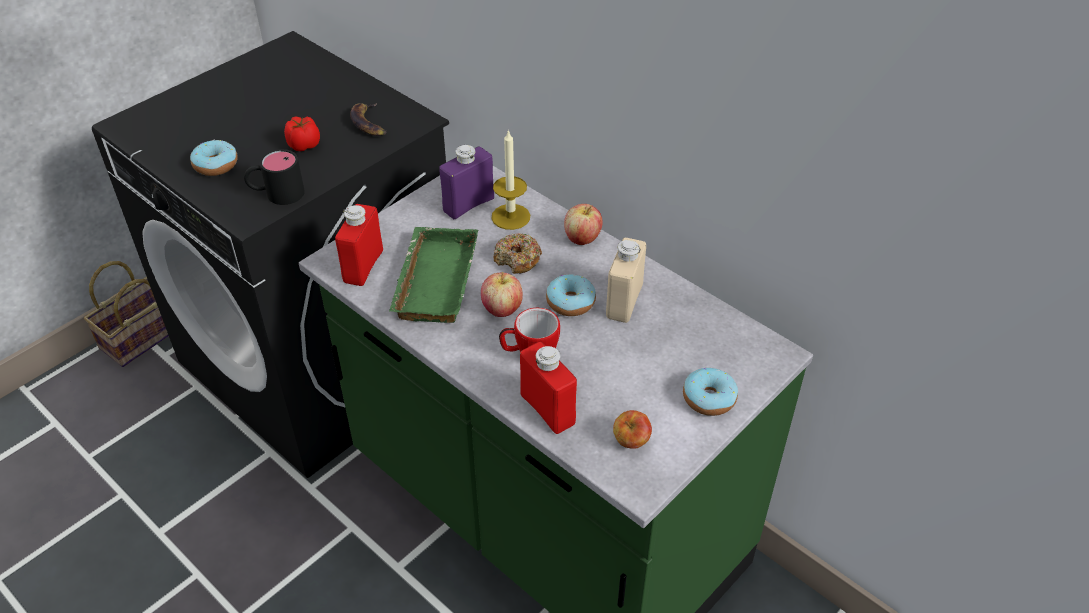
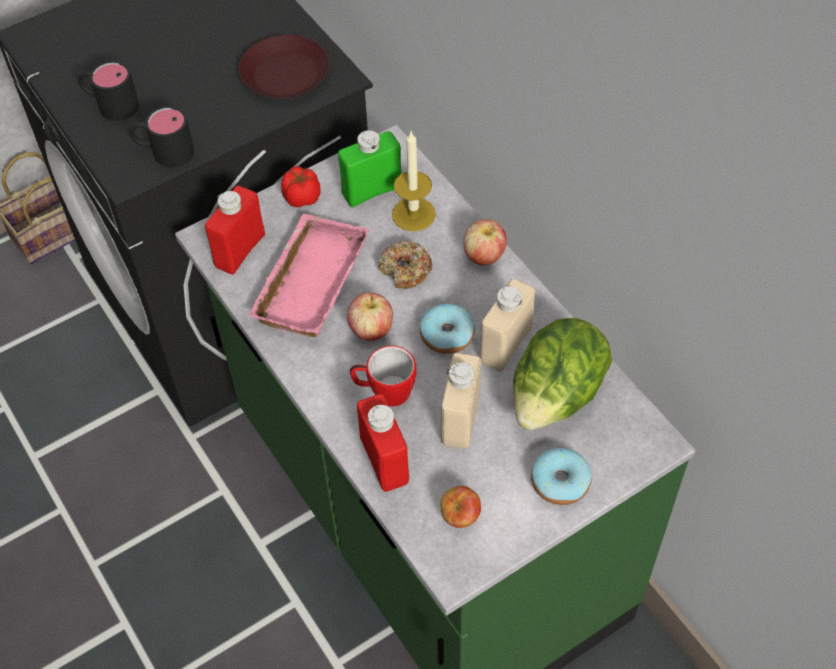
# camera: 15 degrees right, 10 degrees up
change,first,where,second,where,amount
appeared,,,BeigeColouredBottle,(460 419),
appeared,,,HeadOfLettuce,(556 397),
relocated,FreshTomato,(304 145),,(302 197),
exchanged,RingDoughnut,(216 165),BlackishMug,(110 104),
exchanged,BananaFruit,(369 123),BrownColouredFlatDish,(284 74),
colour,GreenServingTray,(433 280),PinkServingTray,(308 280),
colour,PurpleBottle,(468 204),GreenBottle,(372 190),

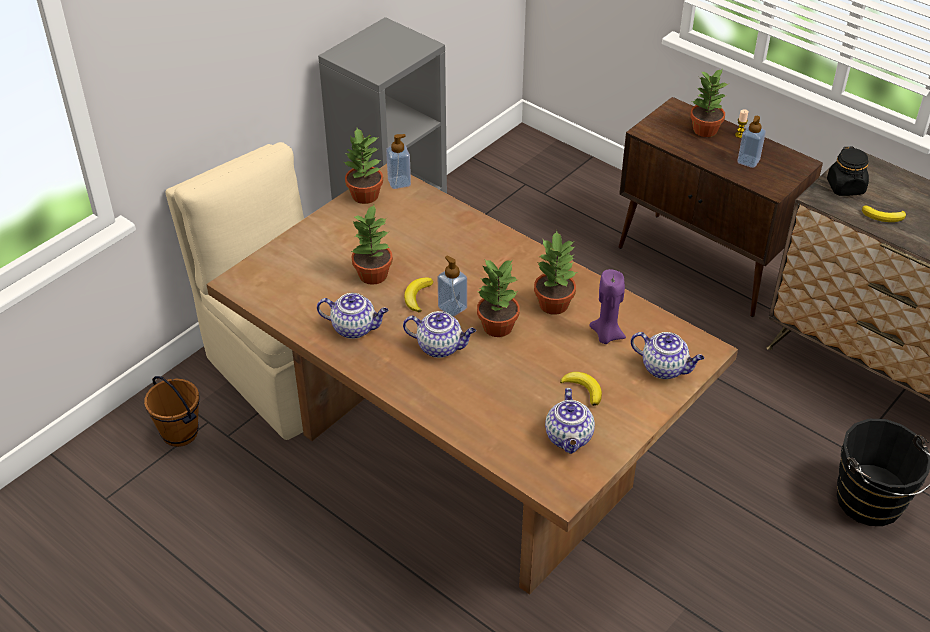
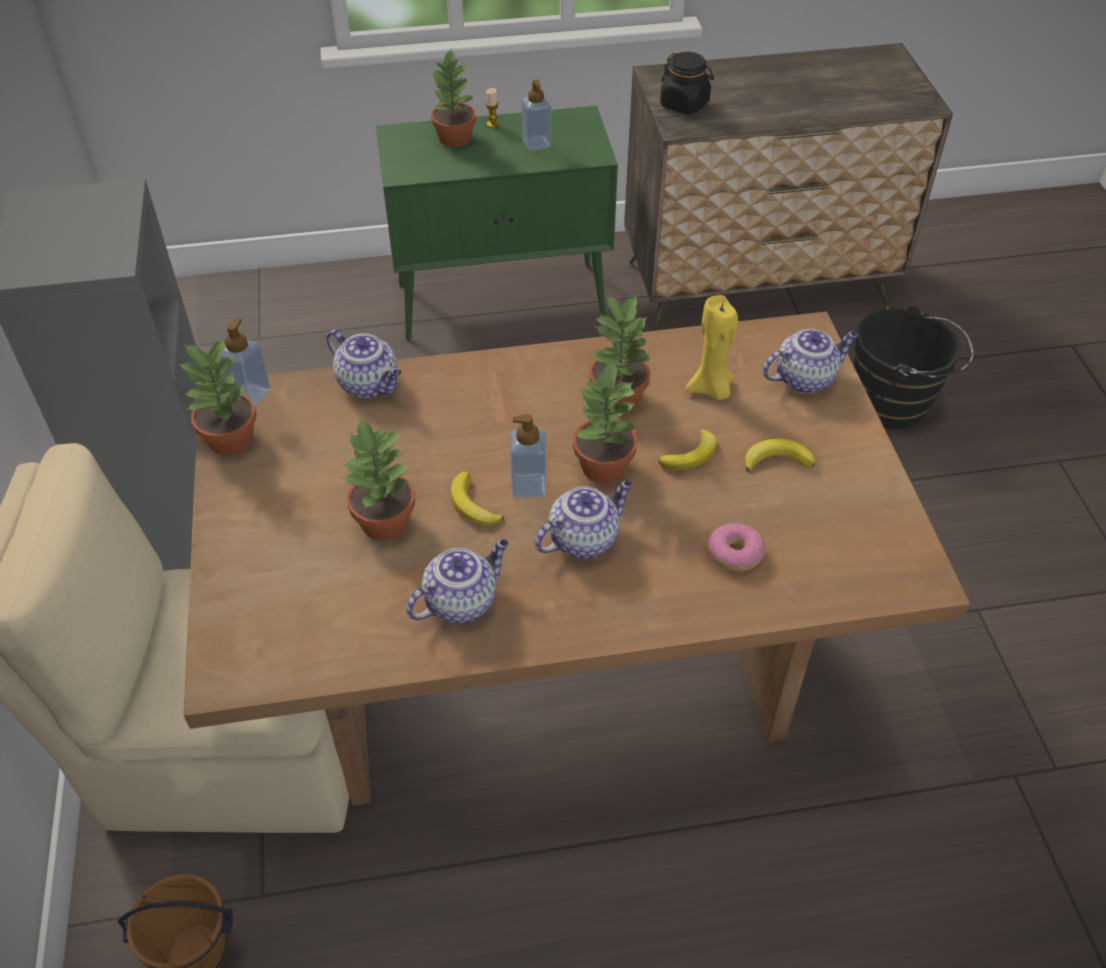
# camera: 50 degrees left, 5 degrees up
change,first,where,second,where,amount
appeared,,,RingDoughnut,(735 553),
relocated,PotForTea,(569 438),,(369 384),
relocated,BananaFruit,(884 217),,(691 455),
colour,PurpleWaxLight,(606 335),YellowColouredWaxLight,(711 389),
colour,BrownColouredCabinet,(704 264),GreenCabinet,(503 301),

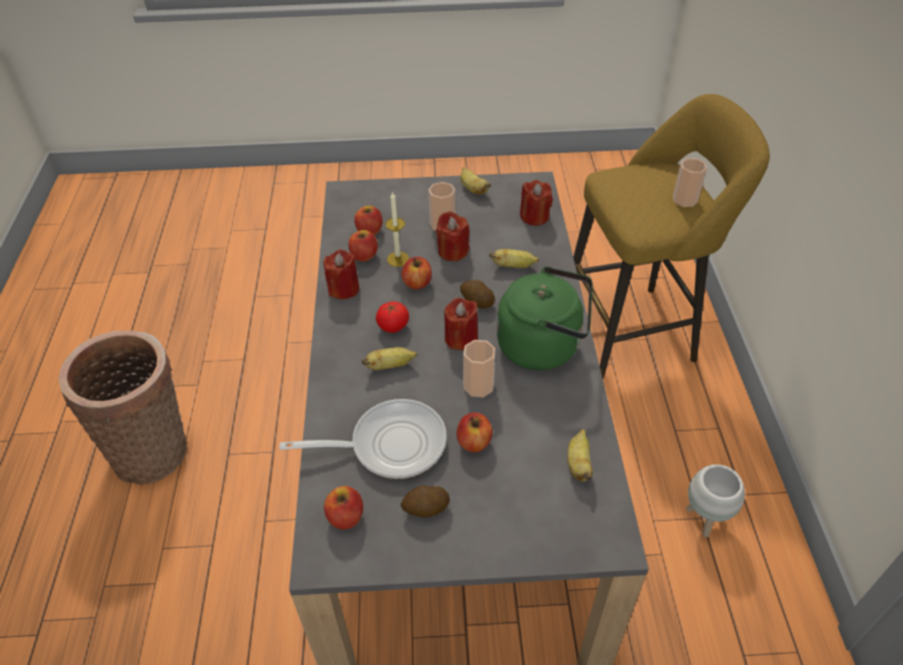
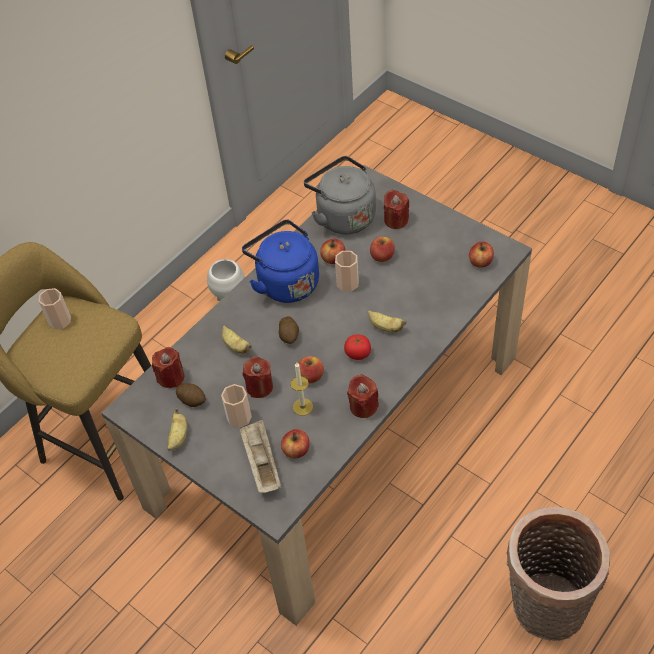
# camera: 135 degrees left, 5 degrees up
change,first,where,second,where,amount
missing,Pan,(390 444),,,
appeared,,,BeigeColouredServingTray,(261 463),
relocated,AppleFruit,(364 255),,(333 258),
relocated,Spud,(426 509),,(192 400),
relocated,RedWaxLight,(461 338),,(396 220),
exchanged,BananaFruit,(578 464),GreyishKettle,(343 216),
colour,GreenKettle,(543 346),BlueColouredKettle,(285 282),

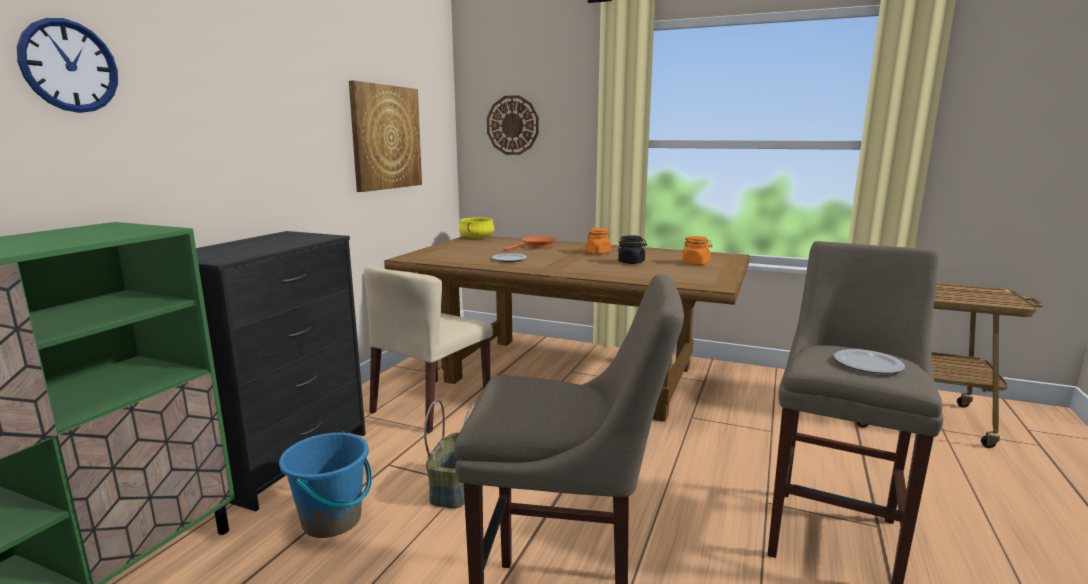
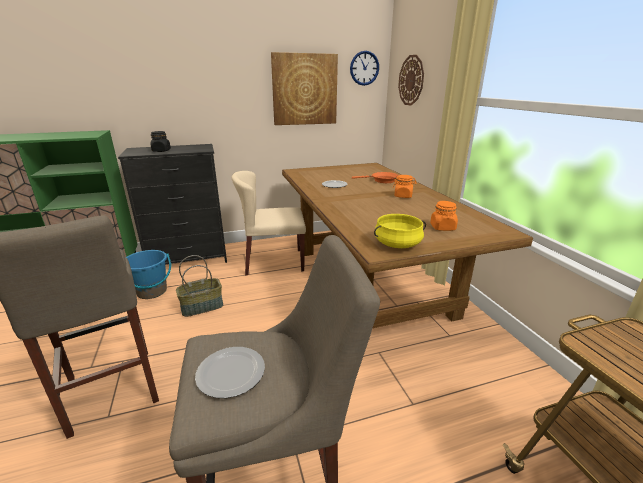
# camera: 50 degrees right, 10 degrees up
change,first,where,second,where,amount
relocated,WallClock,(69 66),,(364 68),
relocated,YellowColouredStockpot,(477 237),,(397 244),
relocated,BlackishStorageJar,(631 262),,(161 151),

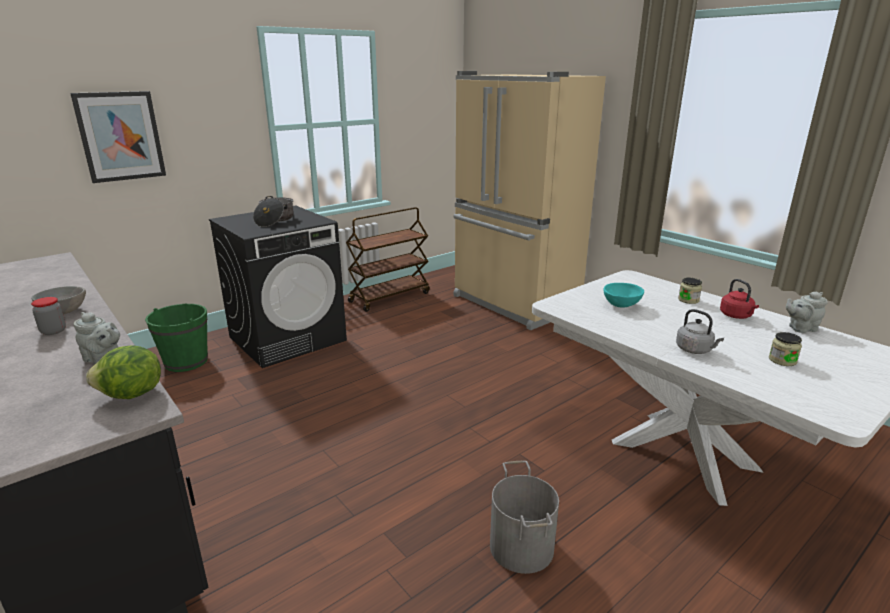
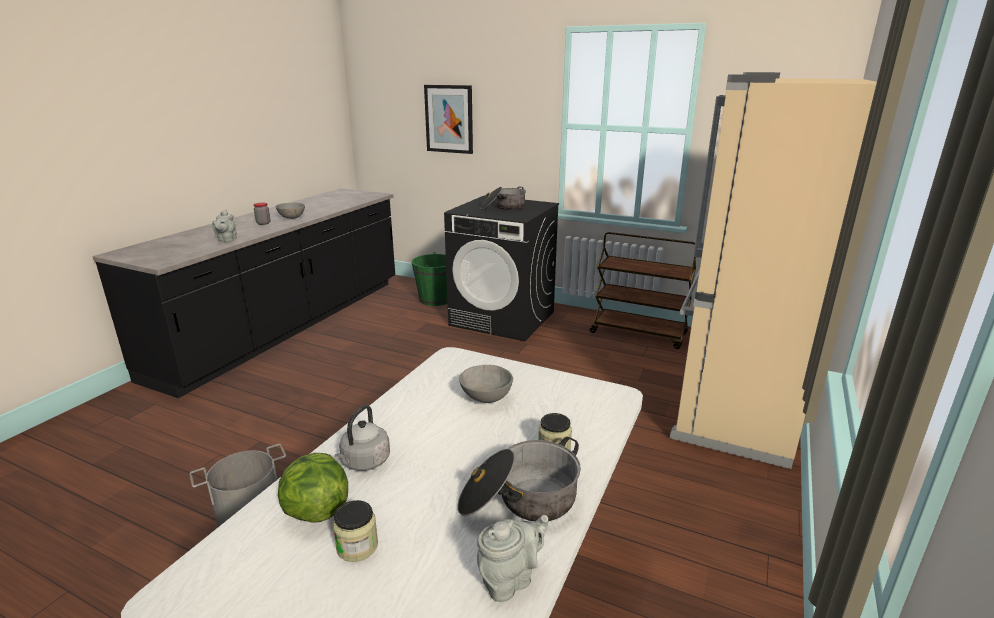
# camera: 65 degrees right, 0 degrees up
change,first,where,second,where,amount
relocated,HeadOfLettuce,(131 395),,(315 510),
exchanged,RedKettle,(737 316),Stockpot,(519 500),
colour,TurquoiseServingBowl,(622 305),GreyishServingBowl,(485 398),
spun,GreyishPotForTea,(800 328),,(510 579),90 degrees clockwise

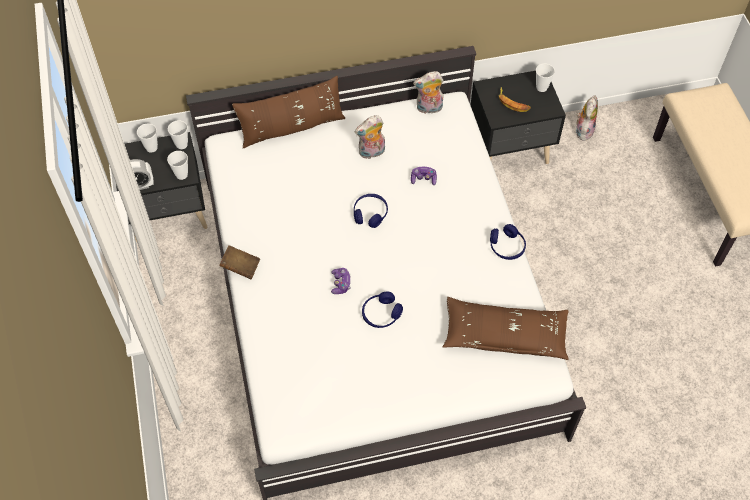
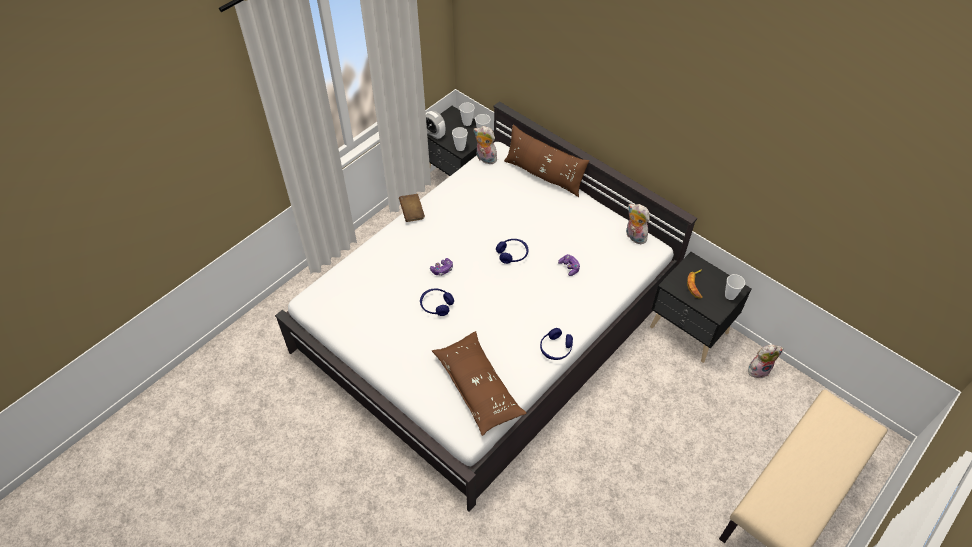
# camera: 55 degrees right, 5 degrees down
change,first,where,second,where,amount
relocated,CuddlyToy,(371 153),,(485 159),

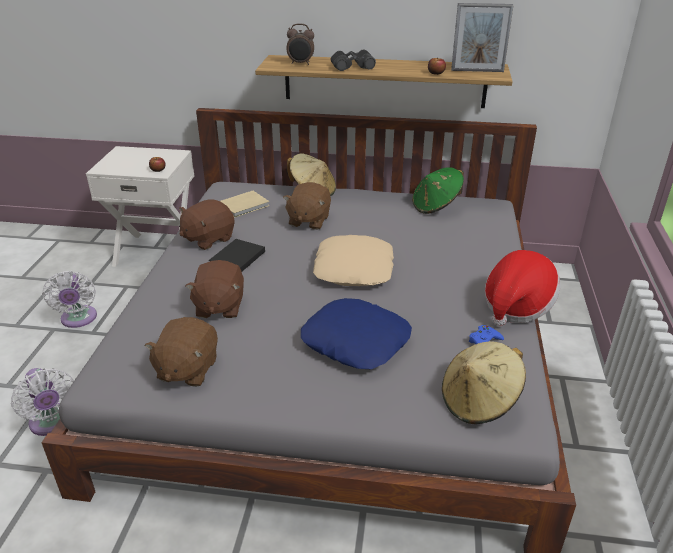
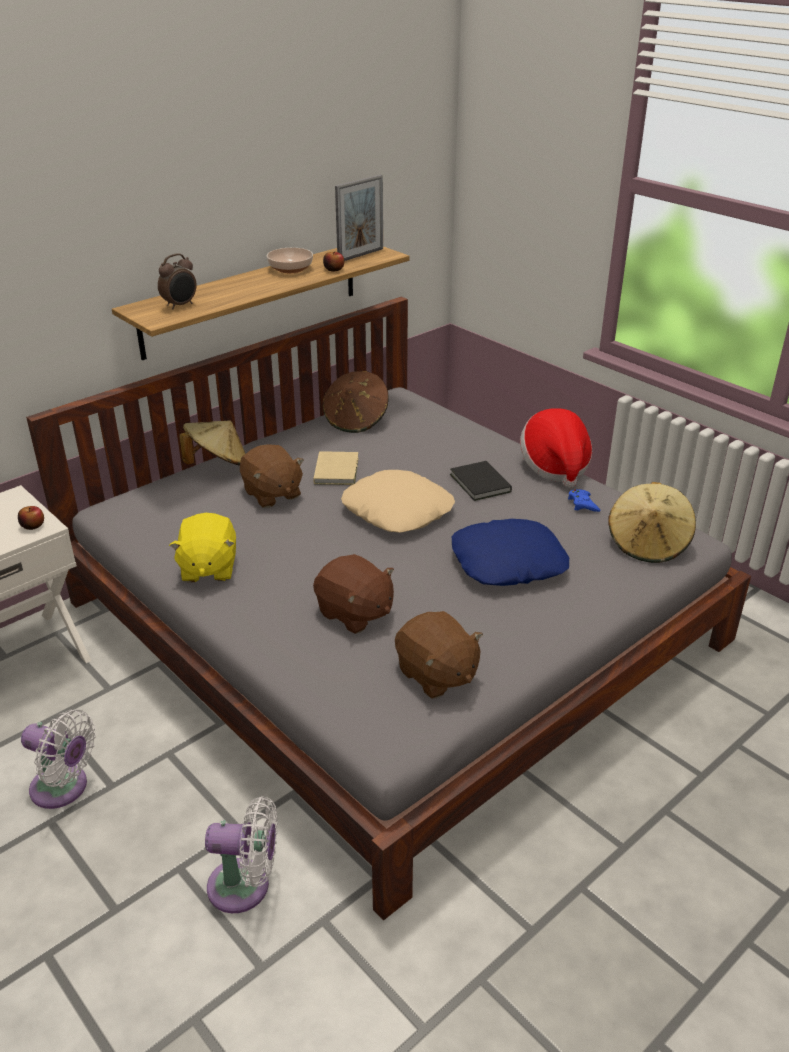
# camera: 50 degrees left, 0 degrees up
change,first,where,second,where,amount
missing,BlackishBinoculars,(352 66),,,
appeared,,,ServingBowl,(291 268),
relocated,BlackishBook,(236 258),,(480 484),
relocated,BeigeColouredBook,(245 205),,(337 470),
colour,BrownColouredCuddlyToy,(208 239),YellowColouredCuddlyToy,(208 568),
colour,GreenClothingHat,(436 206),BrownColouredClothingHat,(356 420),

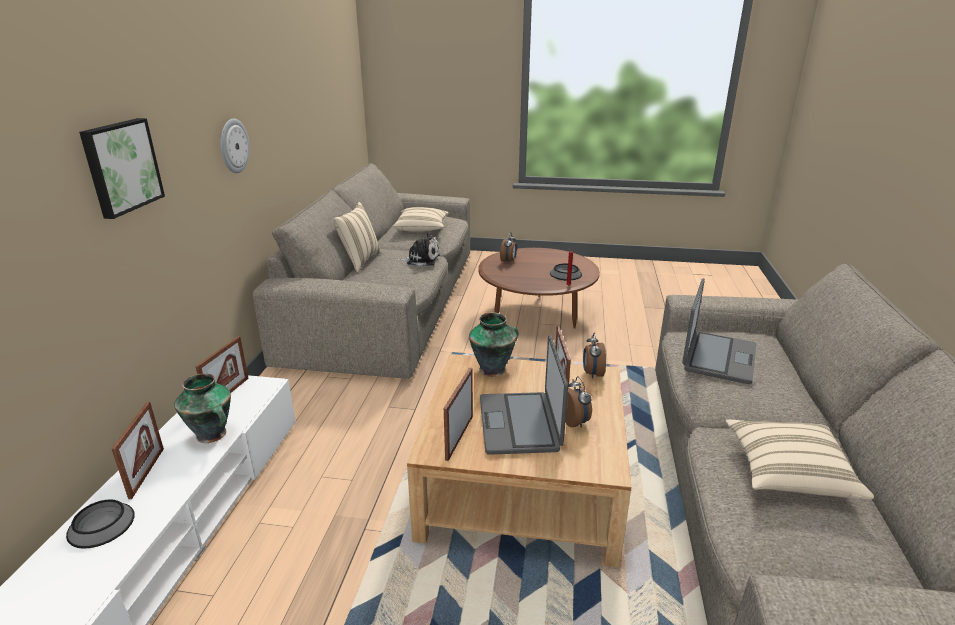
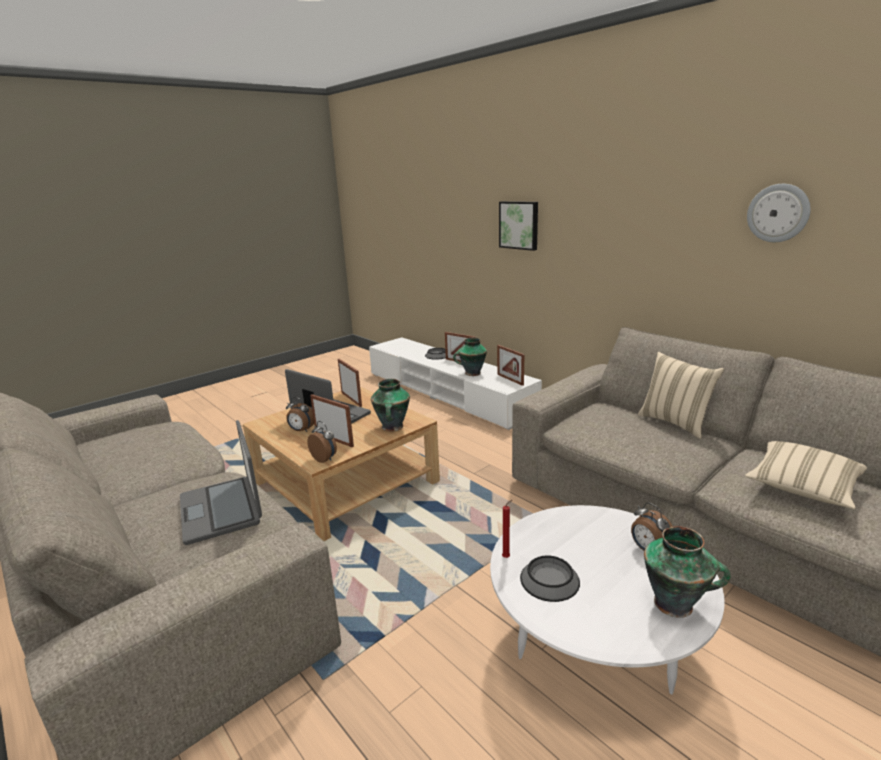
# camera: 130 degrees right, 5 degrees down
change,first,where,second,where,amount
missing,CuddlyToy,(421 260),,,
missing,BeigeColouredCushion,(788 473),,,
appeared,,,DecorativeVase,(675 604),
relocated,WallClock,(233 146),,(778 213),
colour,BrownColouredLoungeTable,(536 315),WhiteLoungeTable,(594 642),

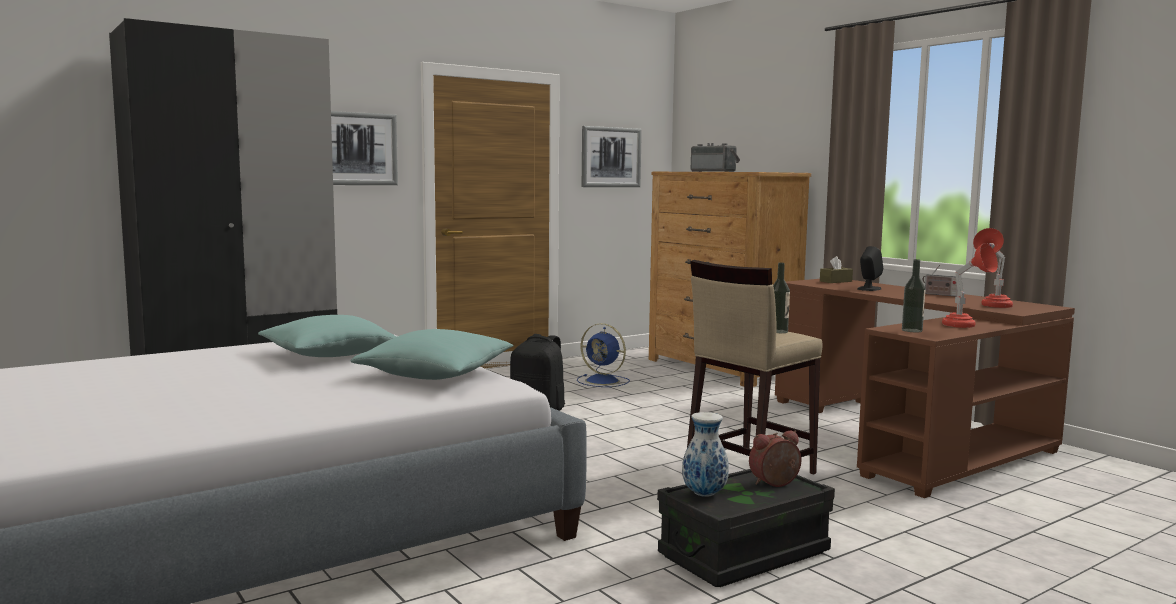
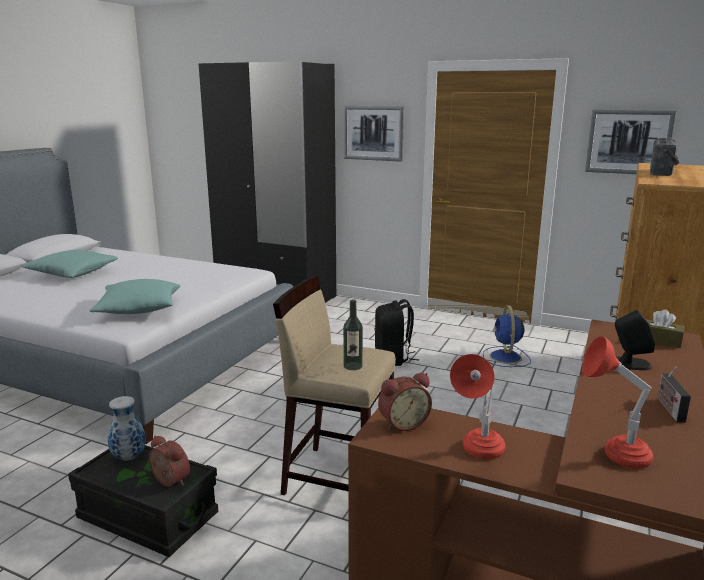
# camera: 60 degrees right, 10 degrees up
change,first,where,second,where,amount
relocated,TurquoiseCushion,(329 355),,(72 274),
exchanged,Bottle,(912 330),TableClock,(402 423),

